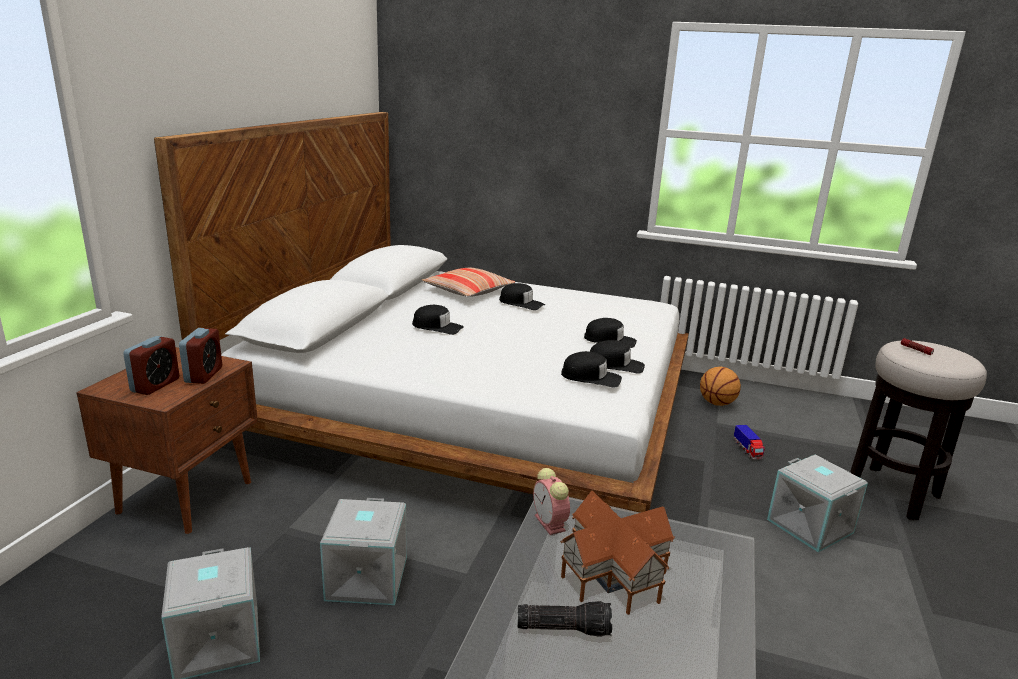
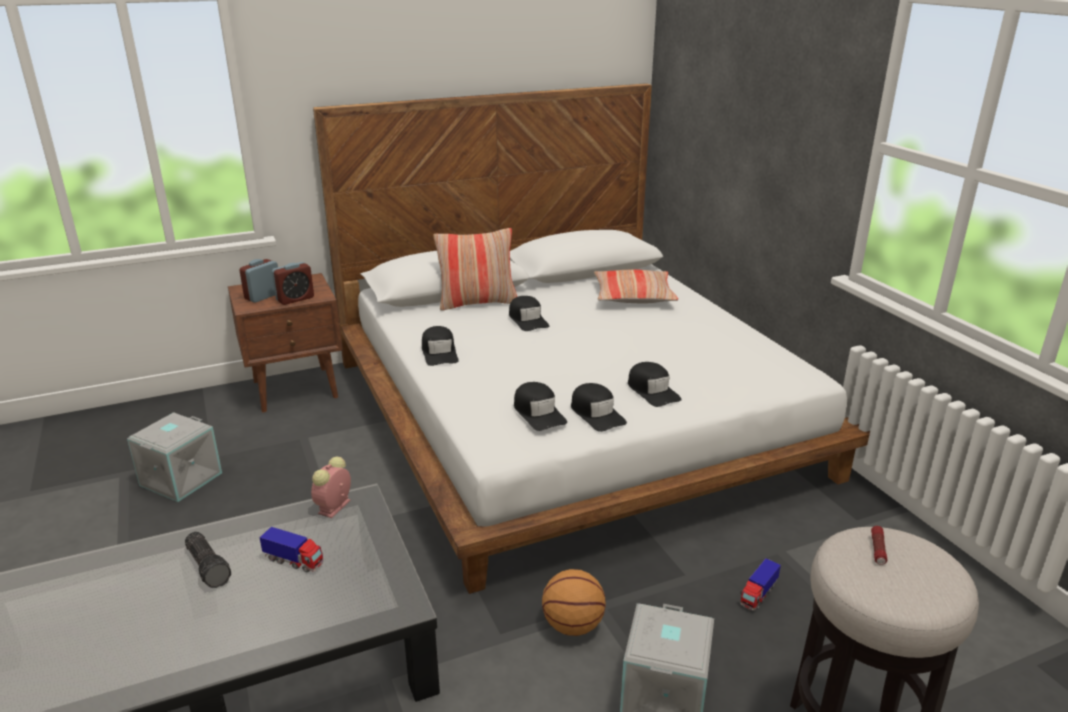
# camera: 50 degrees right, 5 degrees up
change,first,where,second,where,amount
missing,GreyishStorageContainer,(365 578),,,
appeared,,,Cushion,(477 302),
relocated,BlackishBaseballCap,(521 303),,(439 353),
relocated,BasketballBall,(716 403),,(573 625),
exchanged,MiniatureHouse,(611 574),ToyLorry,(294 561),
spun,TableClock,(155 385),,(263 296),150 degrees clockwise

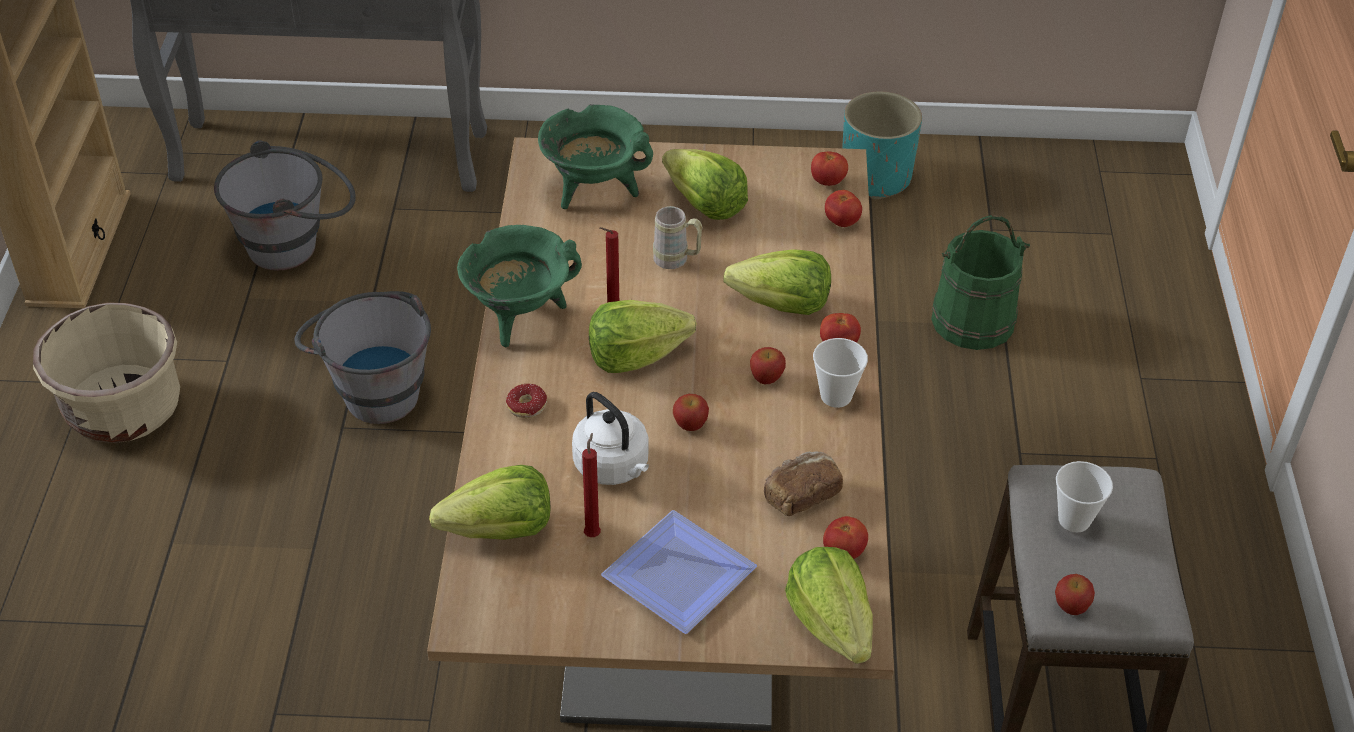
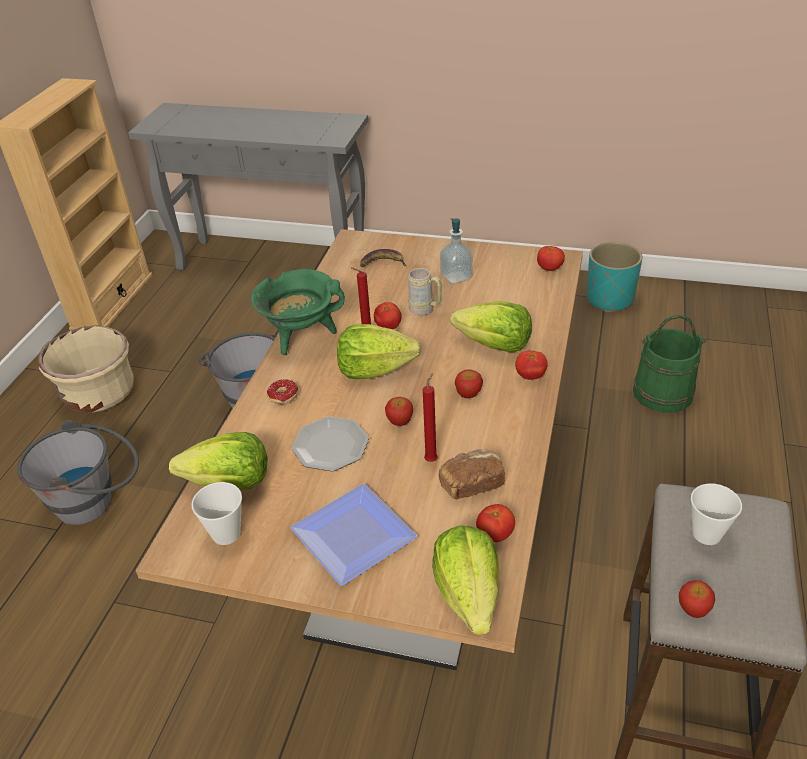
# camera: 15 degrees right, 5 degrees down
change,first,where,second,where,amount
relocated,GreyishWaterBucket,(296 243),,(97 502),
relocated,RedWaxLight,(593 533),,(432 459),
relocated,SmallCup,(836 396),,(226 534),
relocated,FreshTomato,(842 222),,(388 327),
exchanged,GreenStockpot,(594 190),BananaFruit,(382 263),
exchanged,WhiteKettle,(614 467),FlatDish,(331 446),
exchanged,HeadOfLettuce,(704 204),LiquidSoapBottle,(456 276),

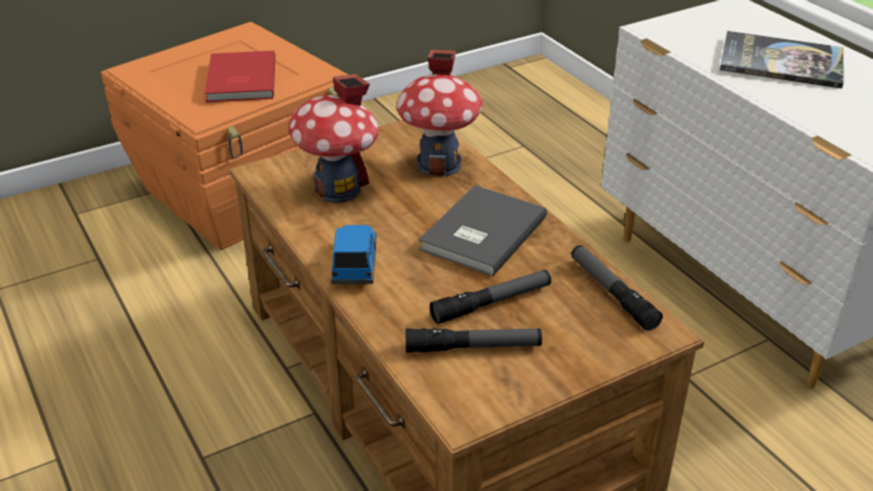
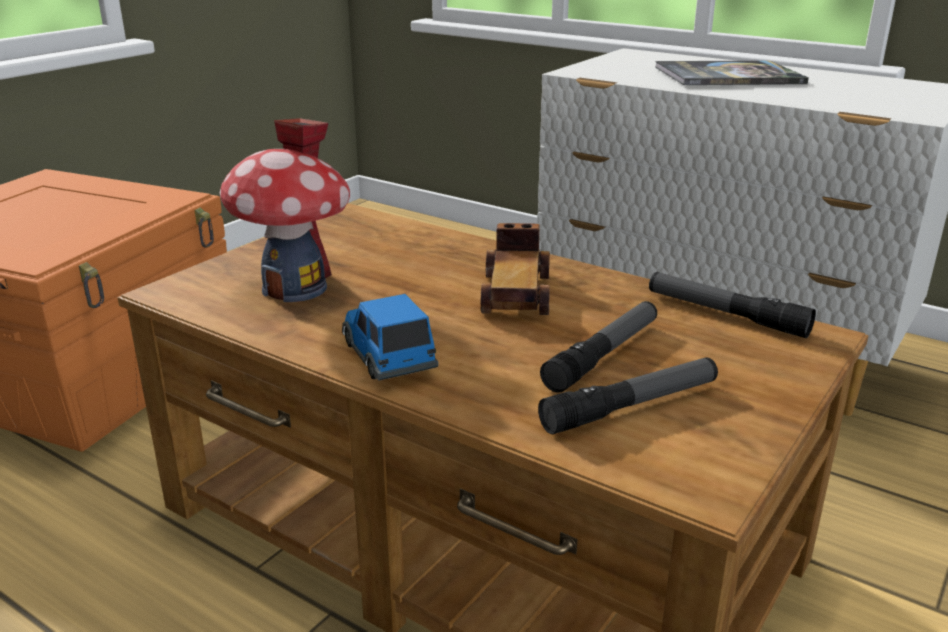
# camera: 25 degrees left, 10 degrees down
change,first,where,second,where,amount
missing,RedBook,(239 80),,,
missing,MiniatureHouse,(439 165),,,
exchanged,GreyishBook,(479 233),MiniatureCar,(516 293),

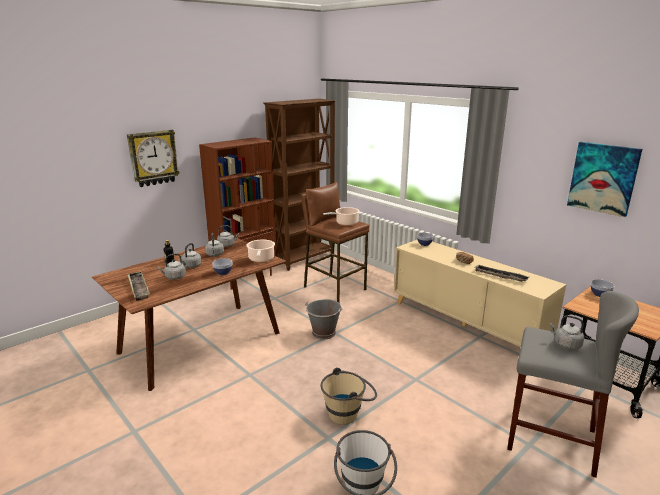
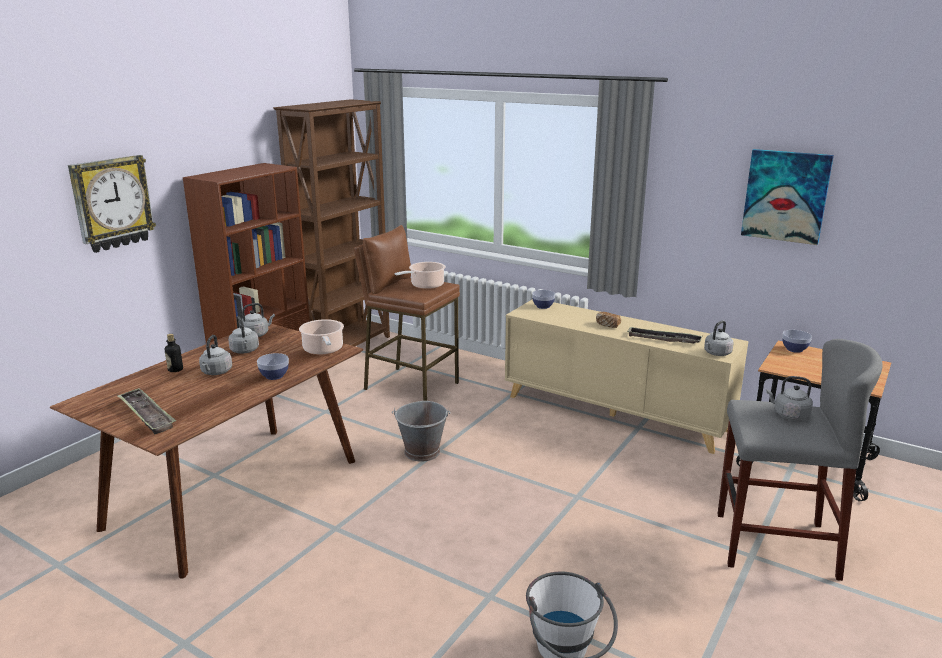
# camera: 15 degrees left, 0 degrees up
change,first,where,second,where,amount
missing,BeigeColouredWaterBucket,(348 412),,,
relocated,GreyishKettle,(174 277),,(716 353),

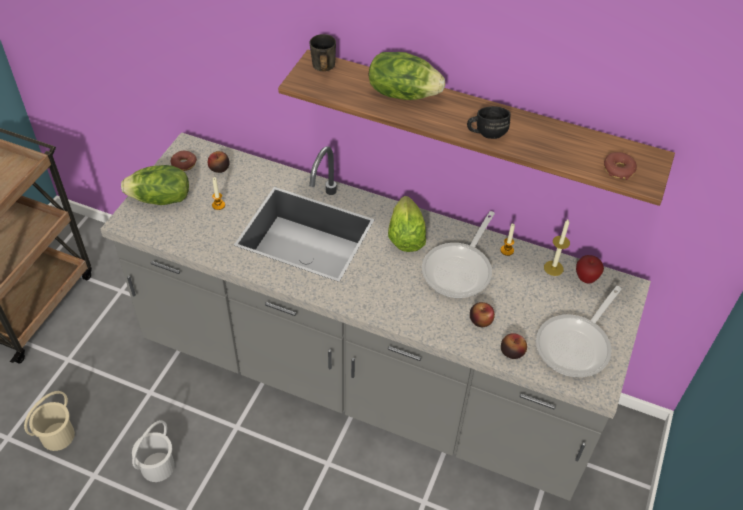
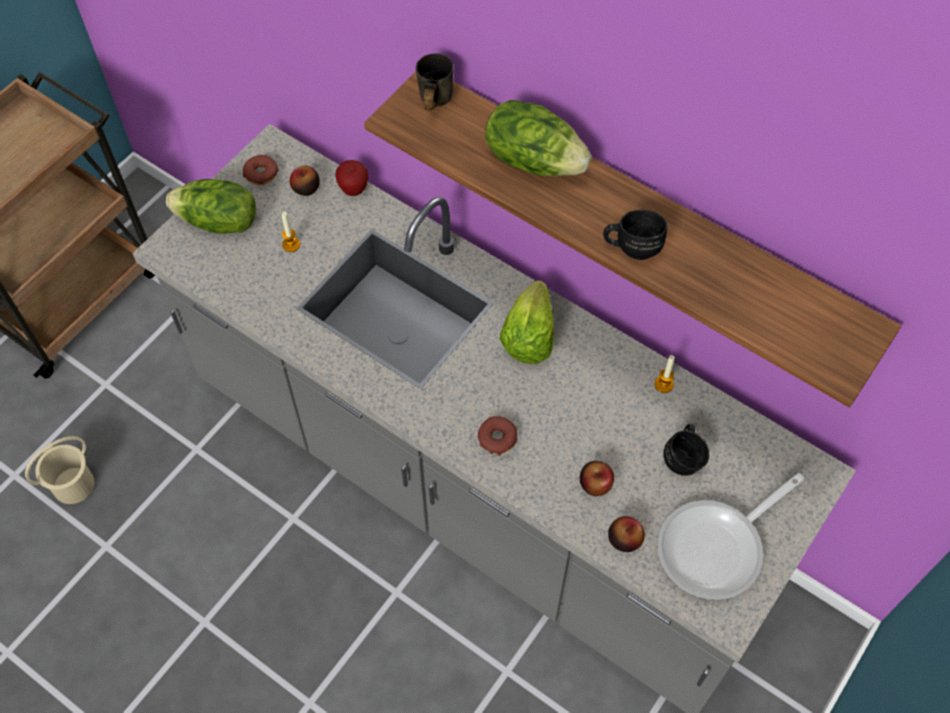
# camera: 15 degrees right, 10 degrees up
change,first,where,second,where,amount
missing,WhiteWaterBucket,(157 466),,,
missing,Pan,(460 269),,,
missing,WaxLight,(553 268),,,
appeared,,,BlackishMug,(684 457),
relocated,AppleFruit,(586 278),,(353 190),
relocated,RingDoughnut,(618 169),,(497 438),

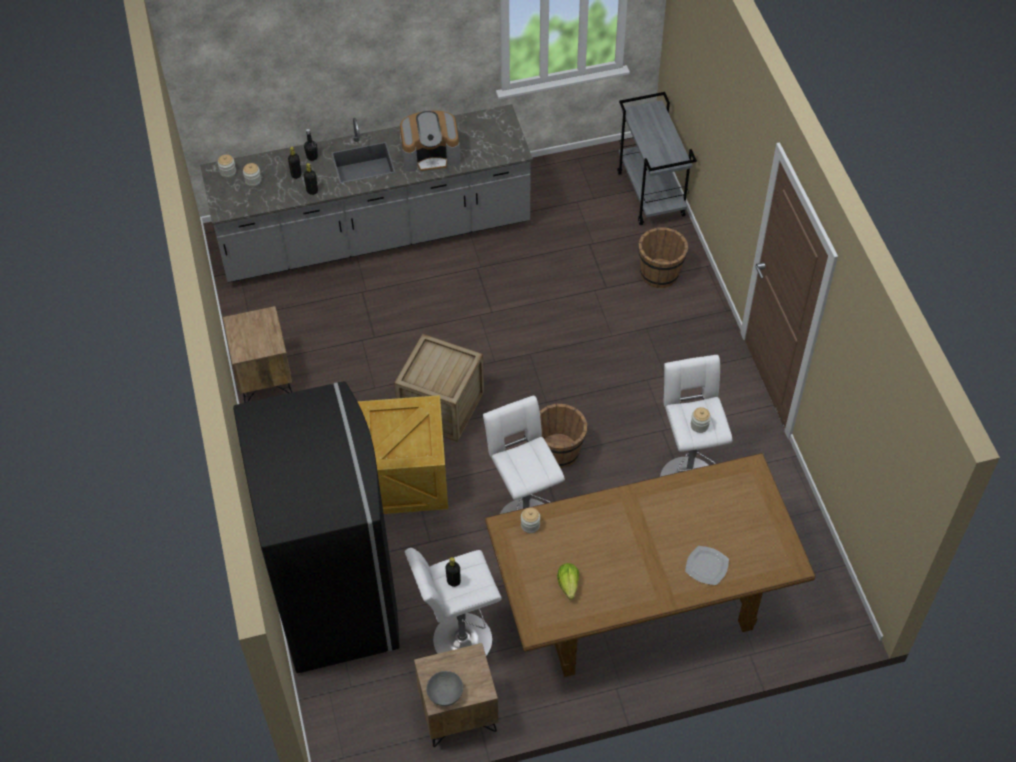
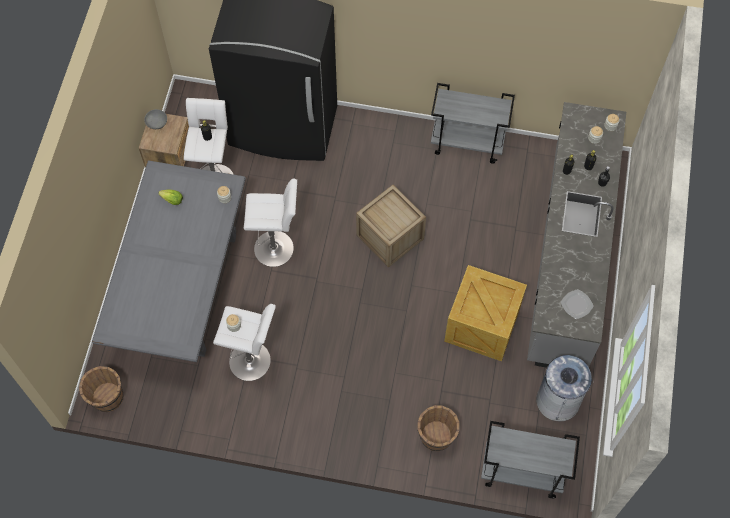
# camera: 115 degrees right, 10 degrees up
change,first,where,second,where,amount
missing,CoffeeMaker,(431 155),,,
appeared,,,GreyishTrashCan,(558 400),
relocated,Crate,(406 476),,(482 326),
relocated,BrownColouredWaterBucket,(559 451),,(107 397),
relocated,FlatDish,(706 566),,(576 304),
exchanged,BrownColouredBedsideTable,(263 378),GreyishCart,(468 143),
colour,BrownColouredDiningTable,(640 601),GreyishDiningTable,(181 287),

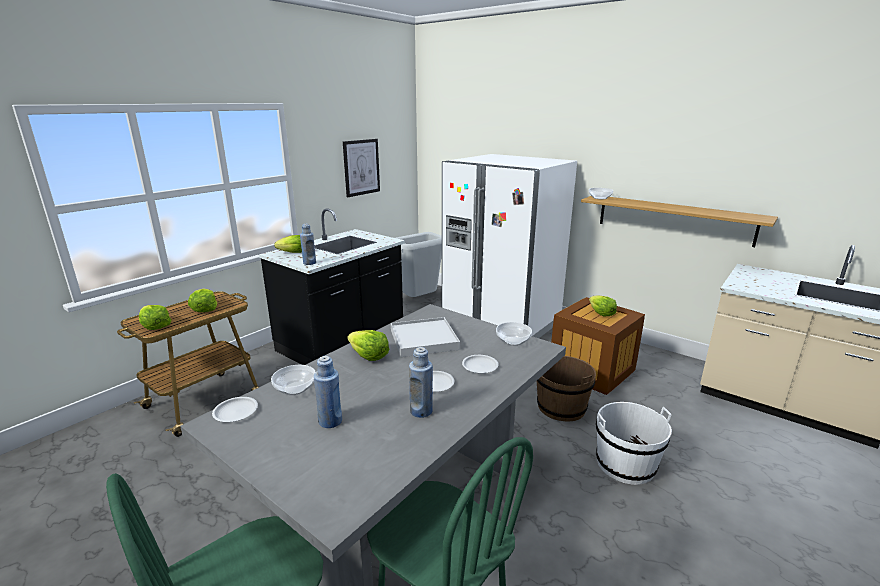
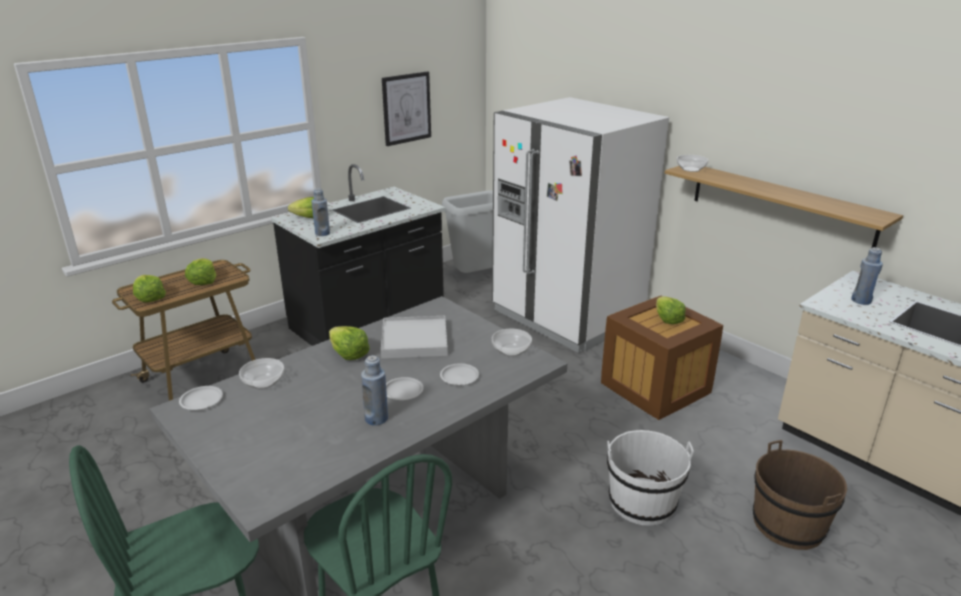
# camera: 10 degrees right, 5 degrees up
change,first,where,second,where,amount
relocated,BlueColouredBottle,(330 421),,(861 301),
relocated,BrownColouredWaterBucket,(561 407),,(788 524),

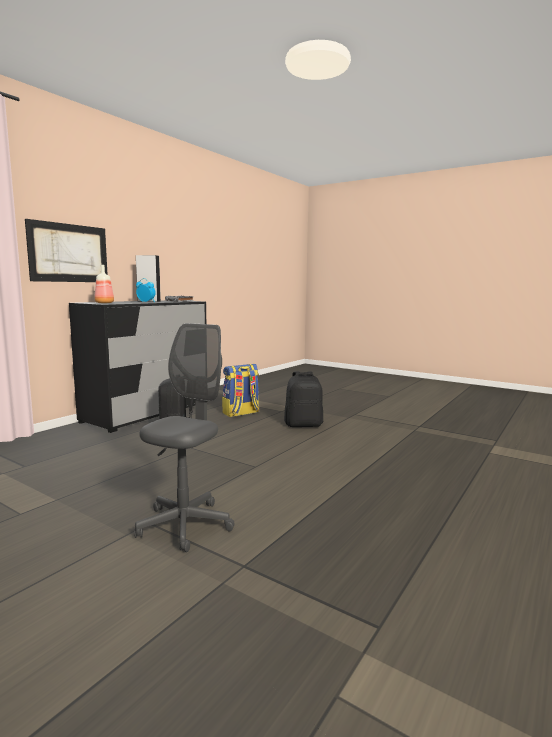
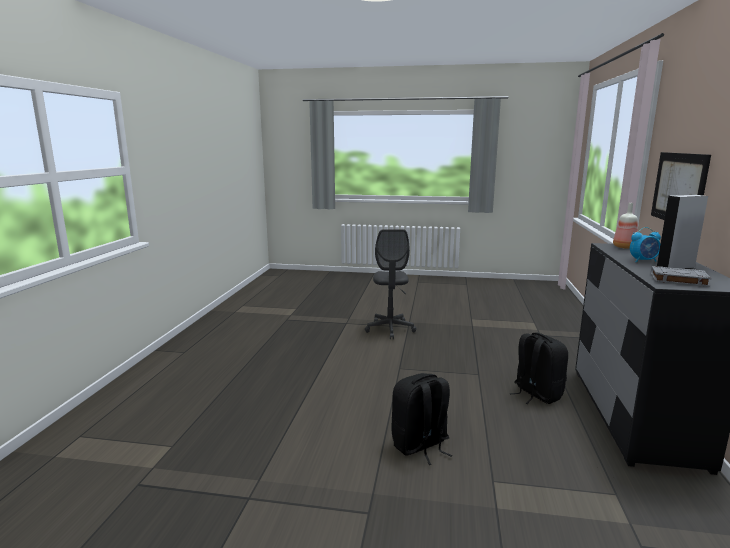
# camera: 155 degrees right, 5 degrees up
change,first,where,second,where,amount
missing,Backpack,(241 413),,,

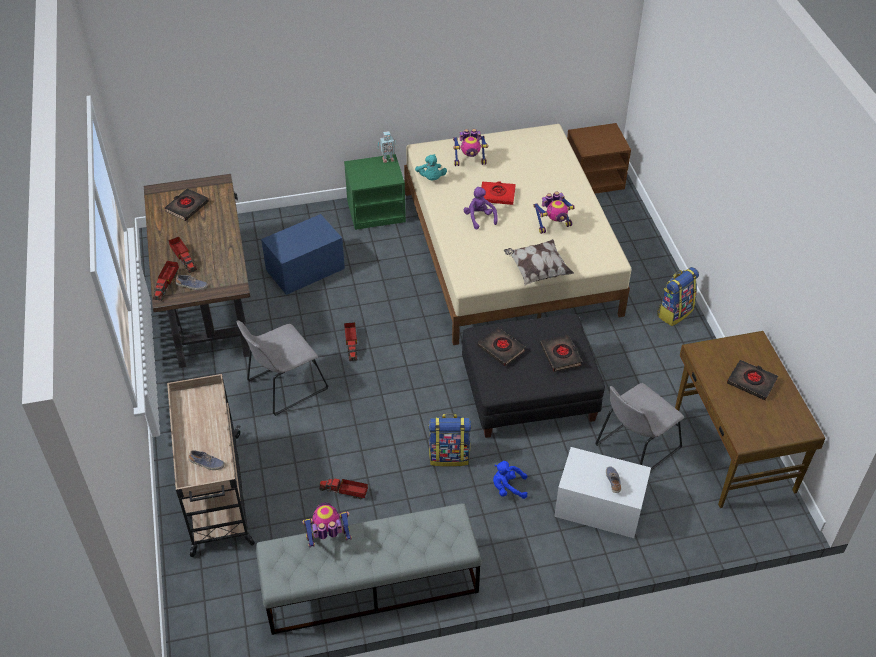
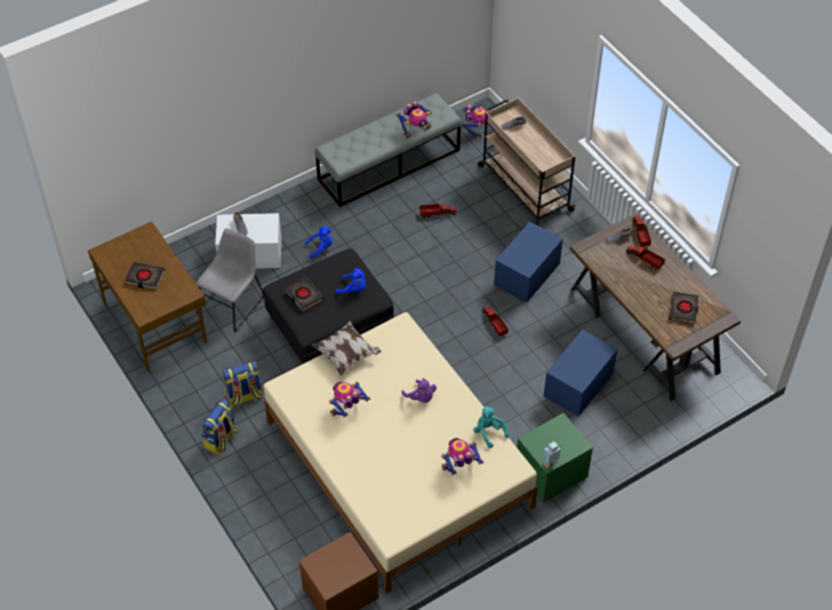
# camera: 160 degrees right, 5 degrees up
change,first,where,second,where,amount
missing,RedBook,(497 195),,,
appeared,,,RobotFigure,(475 129),
relocated,Backpack,(449 455),,(244 396),
exchanged,GreyishPlainChair,(284 386),BlueColouredStorageContainer,(527 274),
exchanged,BlackishBook,(501 348),BlueColouredCuddlyToy,(354 289),

